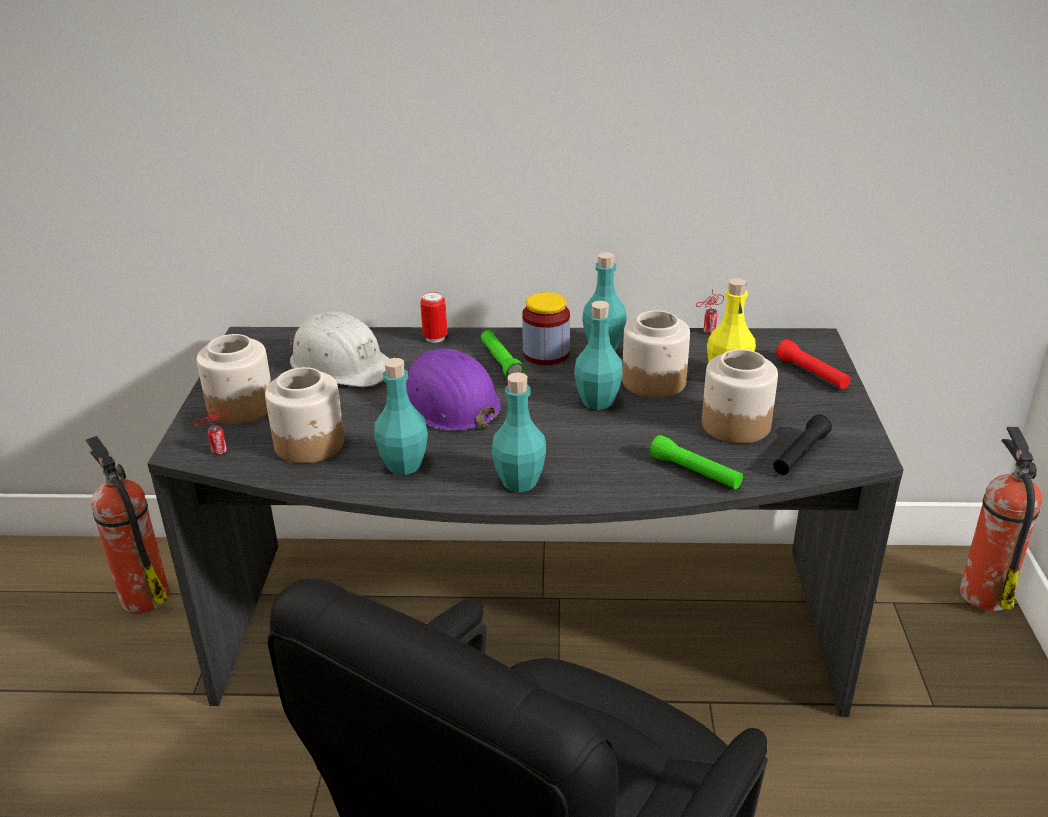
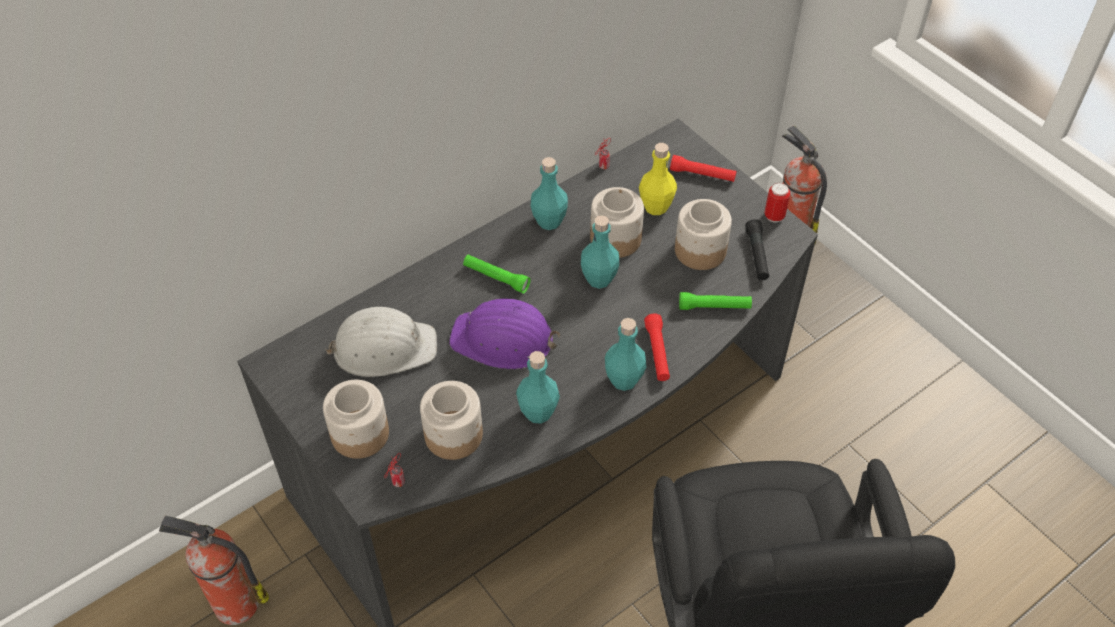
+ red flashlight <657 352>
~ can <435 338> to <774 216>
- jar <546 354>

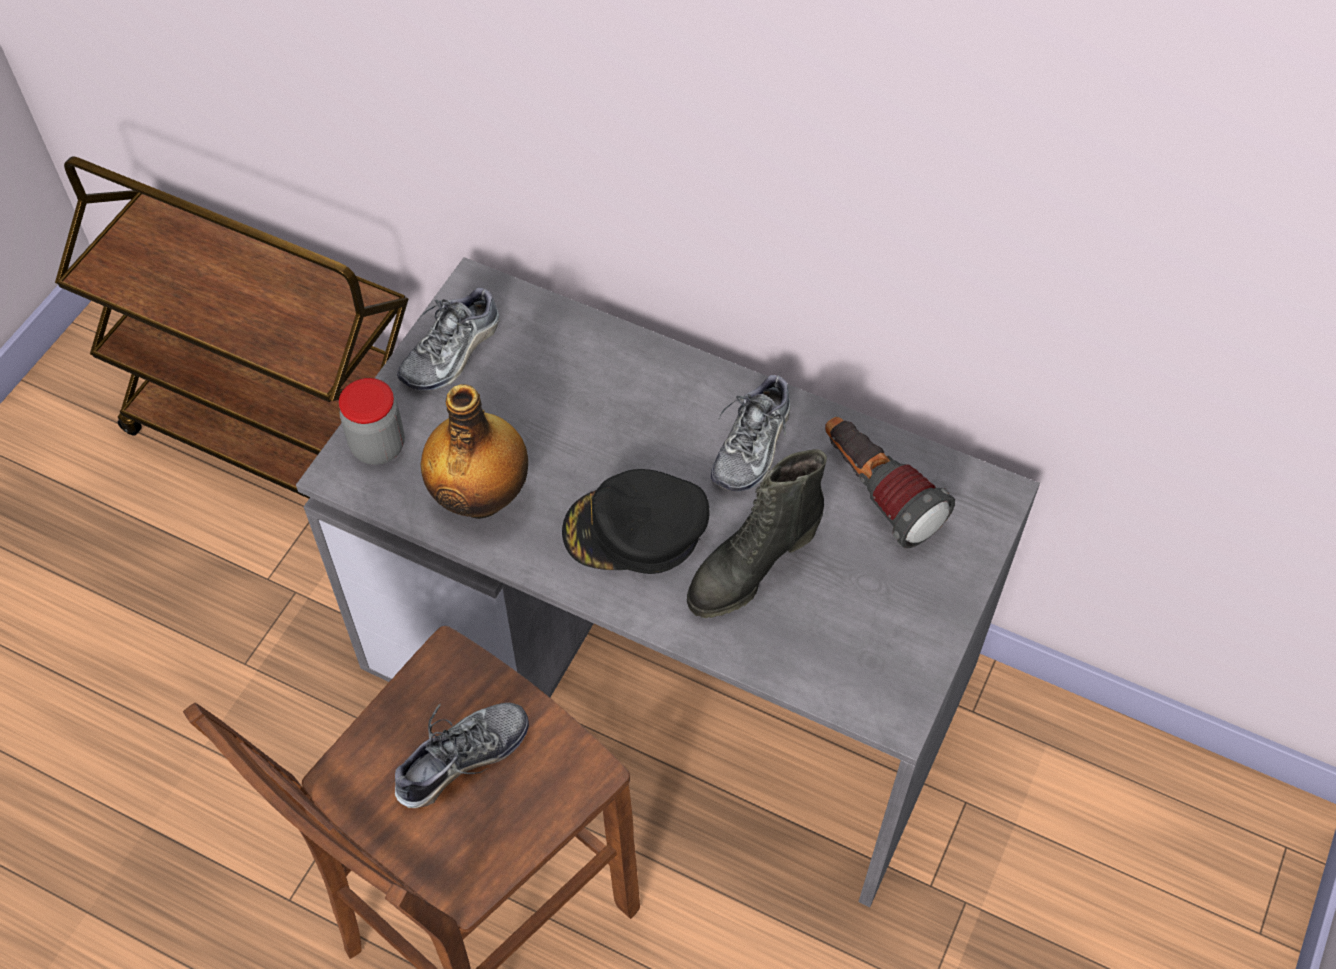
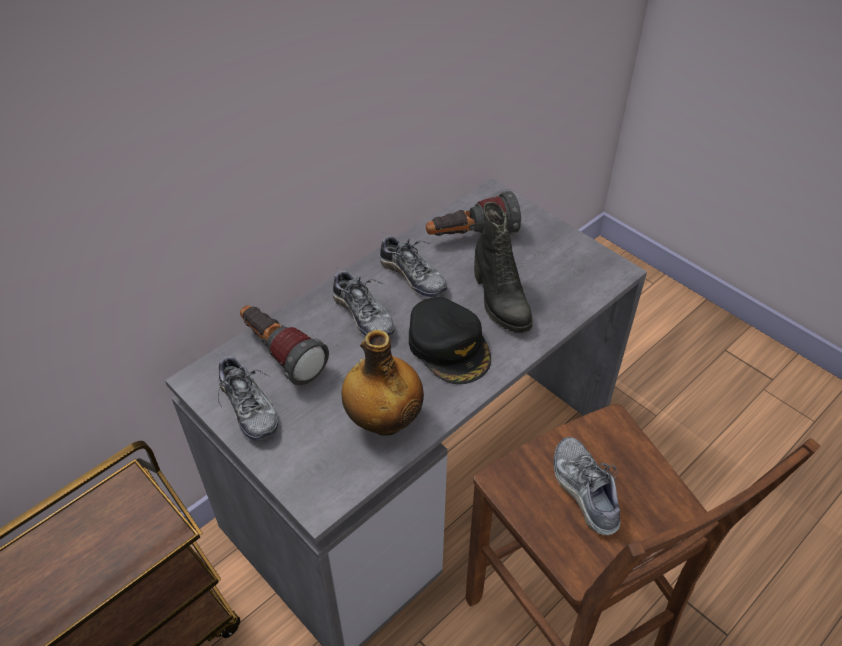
+ flashlight <281 354>
+ shoe <363 315>
~ black cap <635 530> = <449 346> 45 degrees counterclockwise
- jar <378 446>

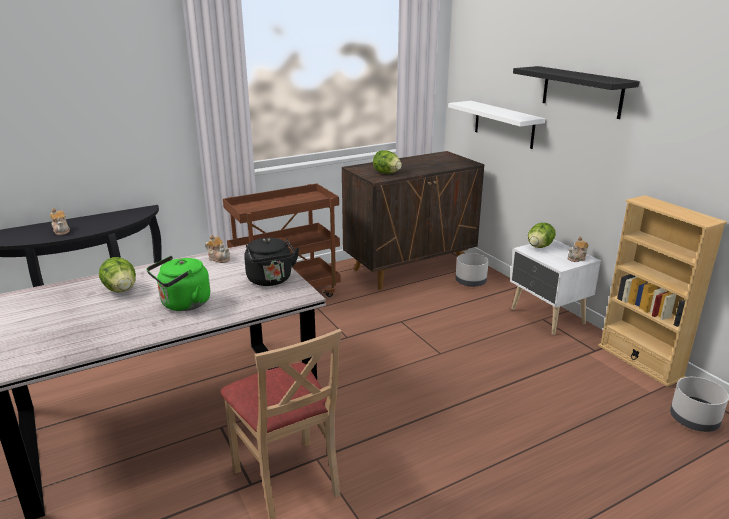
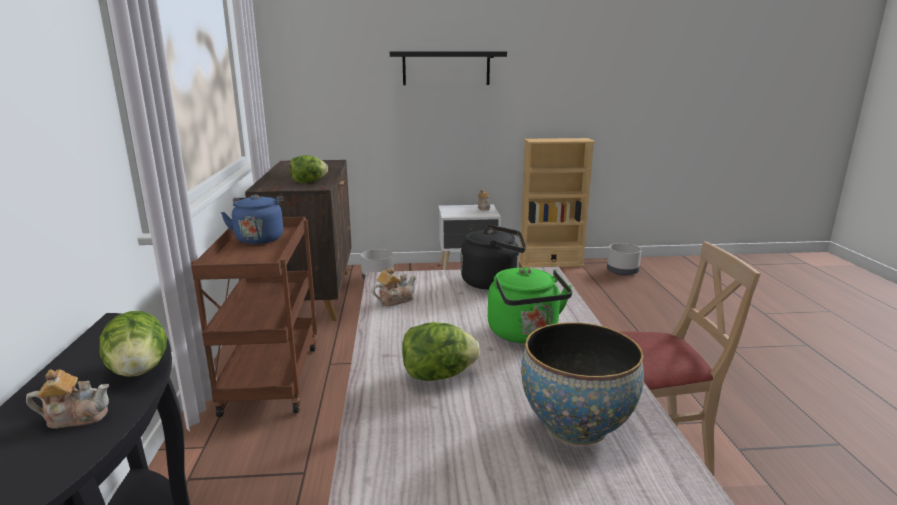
~ lettuce <539 247> to <139 370>
+ blue kettle <259 238>
+ bowl <576 425>
- white shelf <504 124>

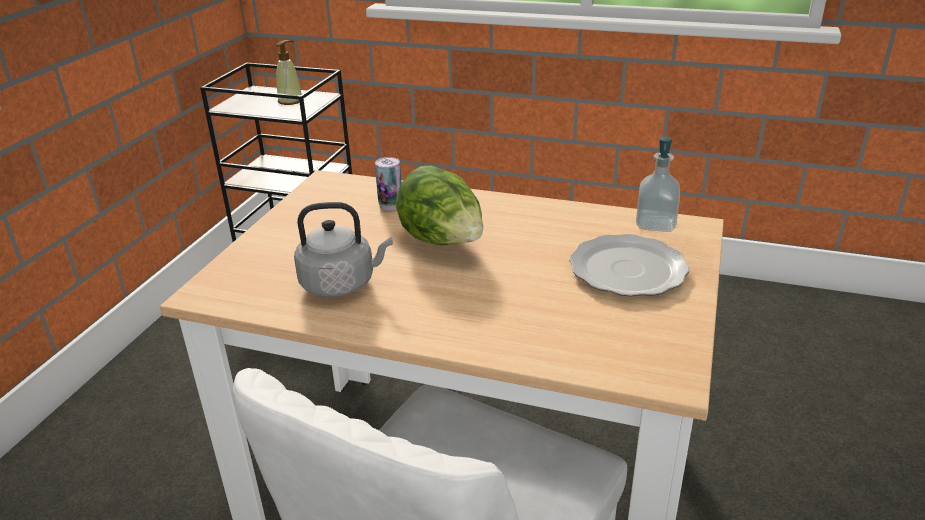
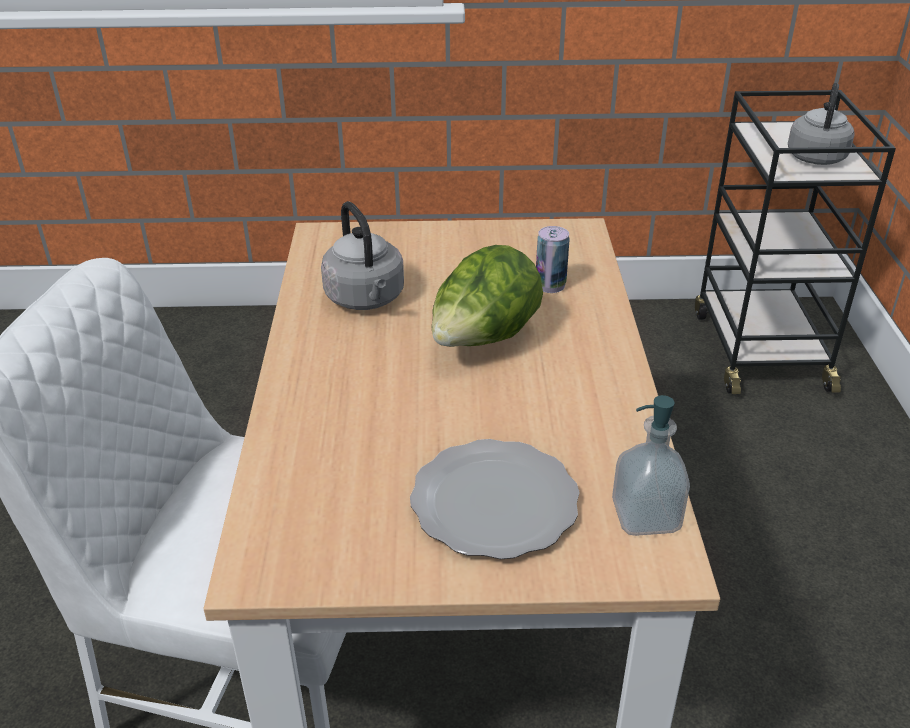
~ soap dispenser <290 101> to grey kettle <816 156>

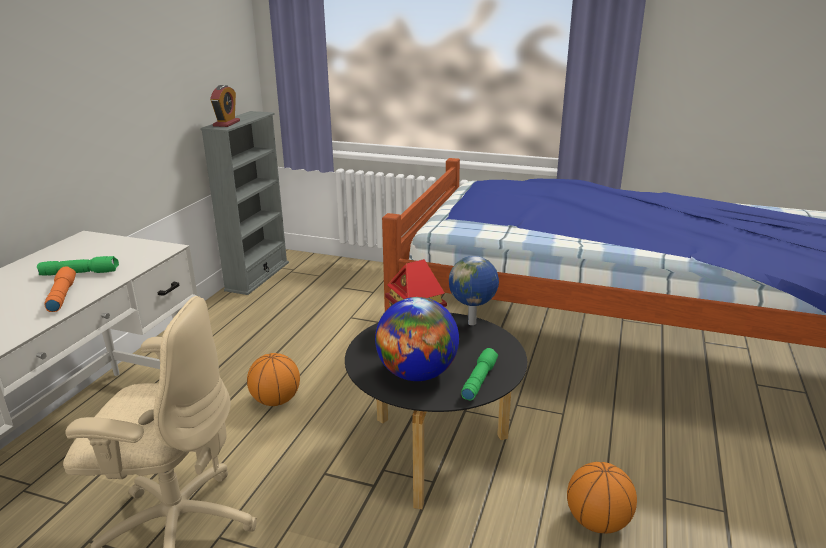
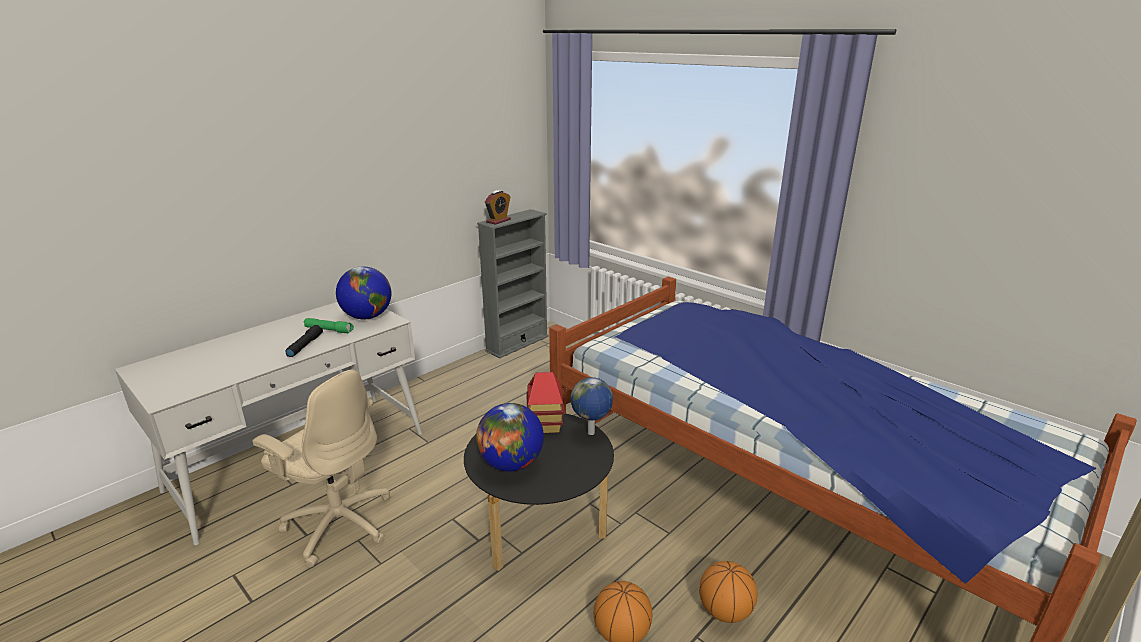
~ orange flashlight <61 296> to black flashlight <305 345>
+ globe <367 317>
~ basketball <276 400> to <724 611>
- green flashlight <478 380>

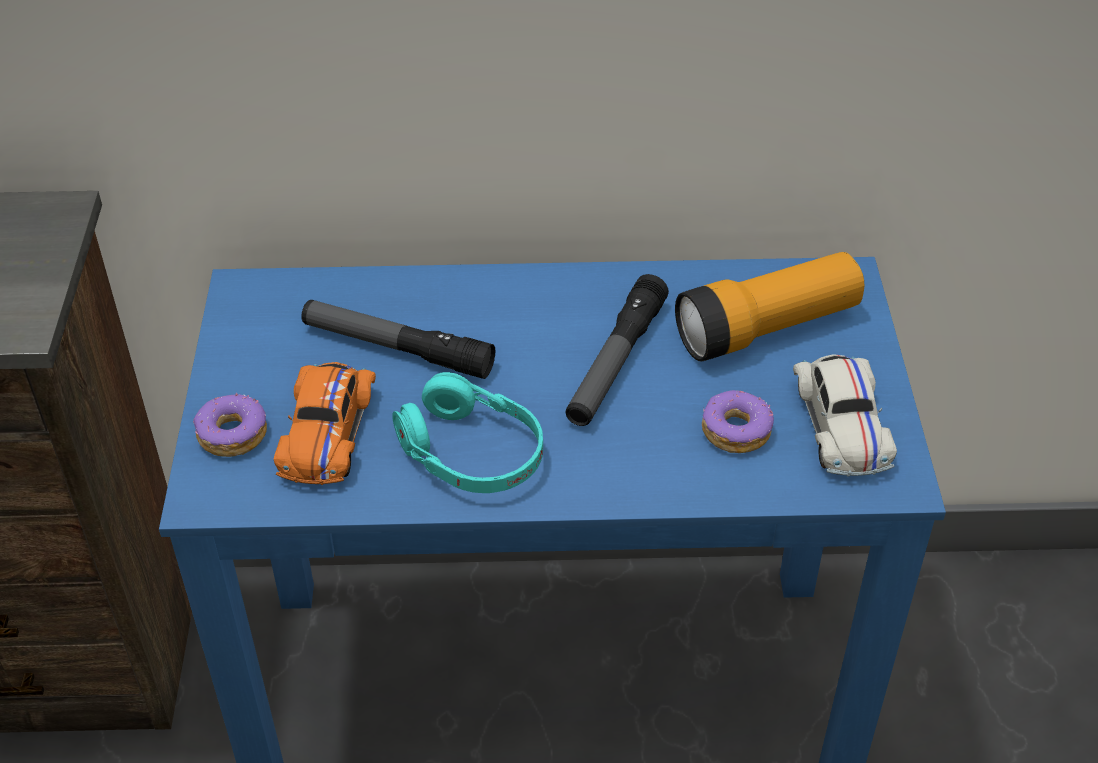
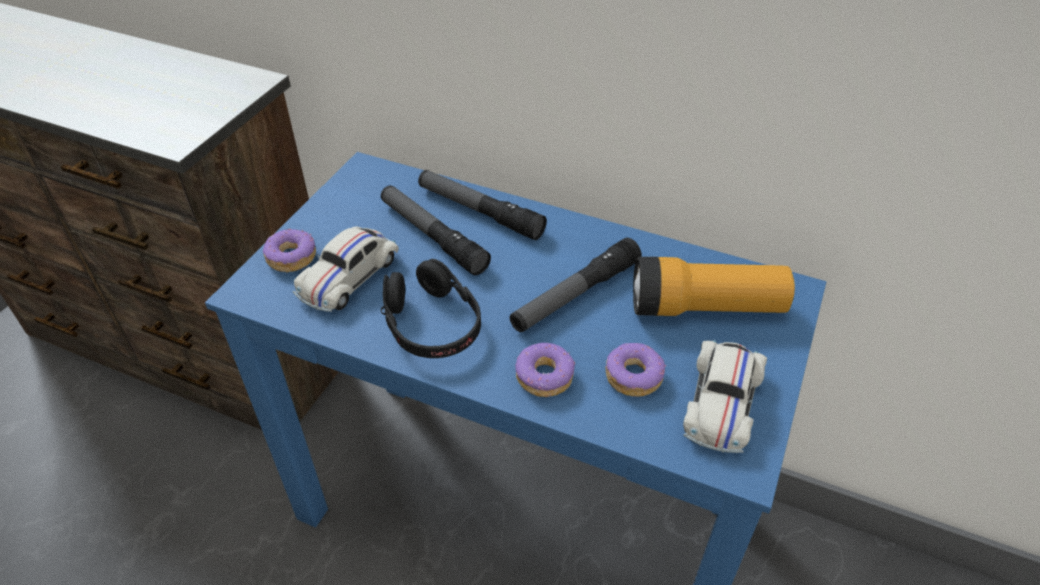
~ orange toy car <327 433> to white toy car <349 277>
~ turquoise headphones <470 453> to black headphones <431 324>
+ flashlight <479 212>
+ donut <545 376>

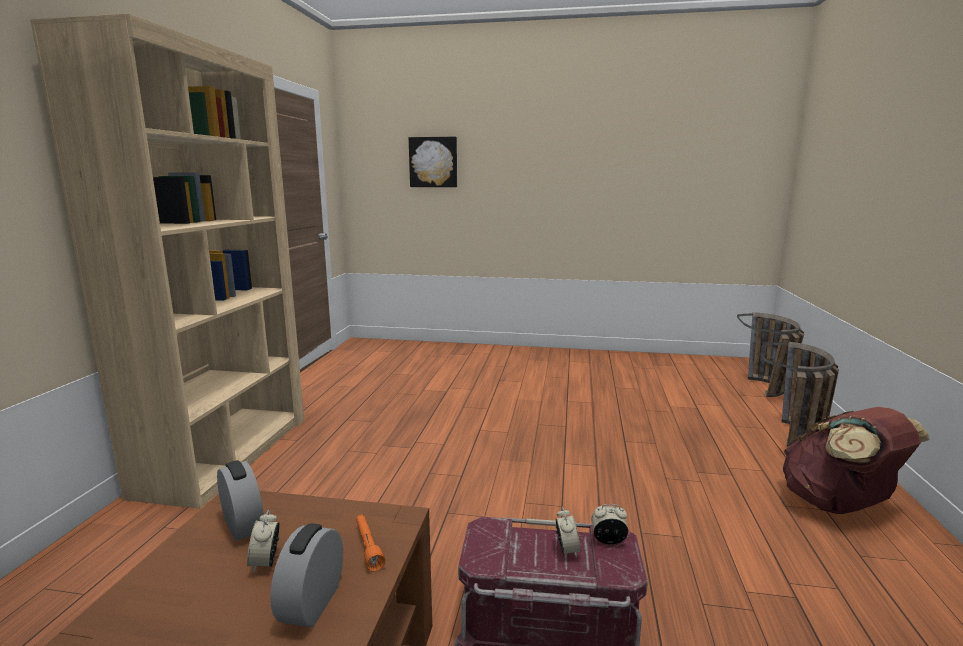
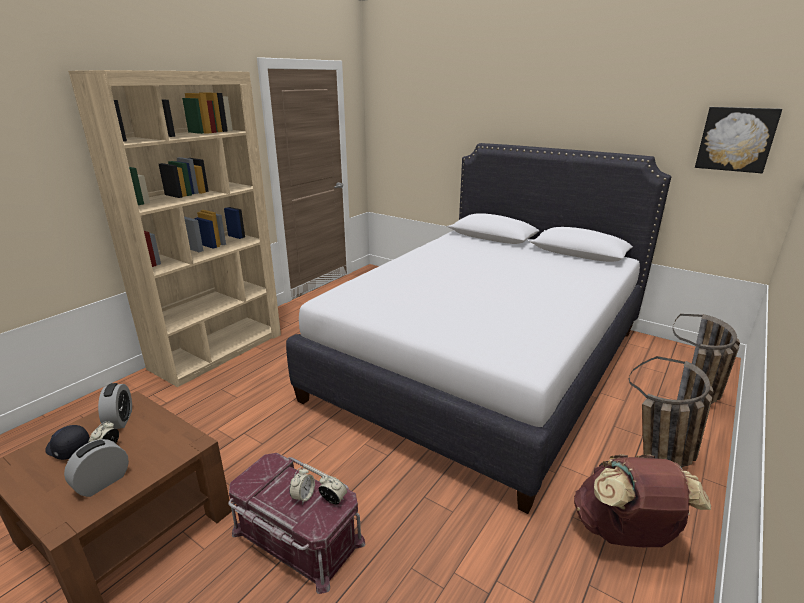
+ black cap <68 449>
+ white bed <482 363>
~ picture <433 162> to <736 139>
- orange flashlight <368 547>

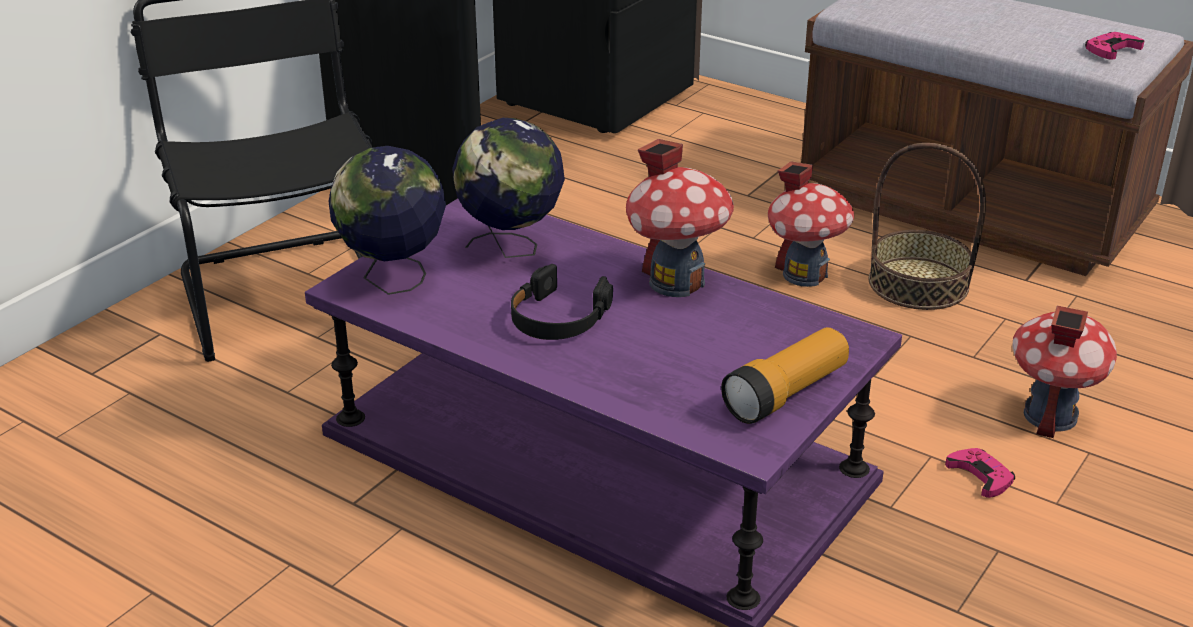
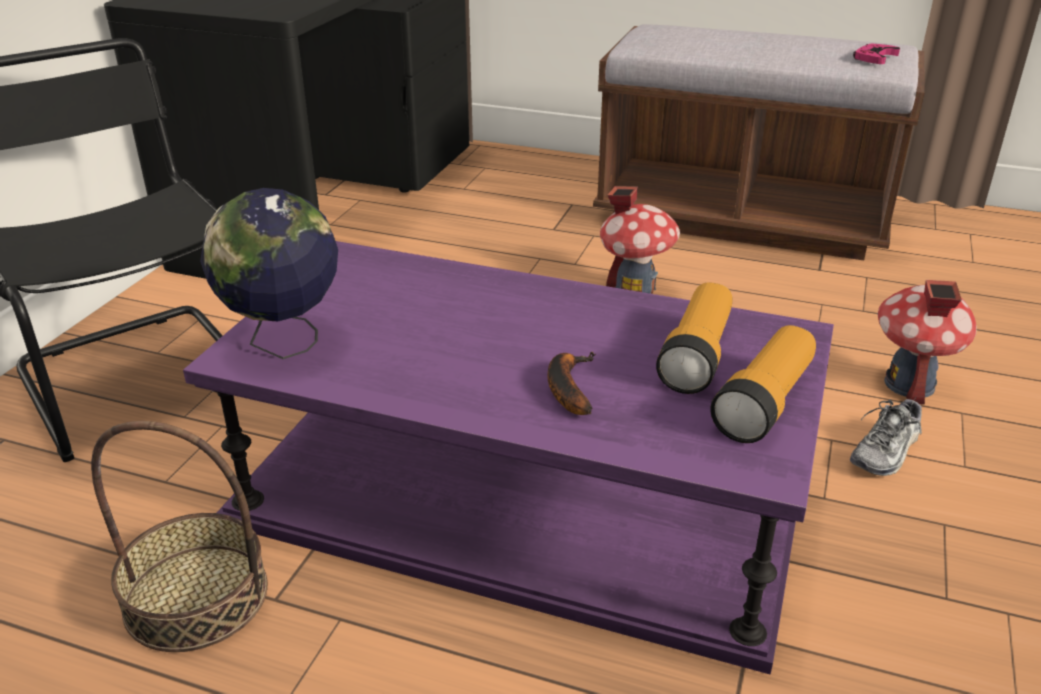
~ basket <918 283> to <196 596>
+ banana <567 387>
+ flashlight <696 356>
~ pink game controller <980 476> to shoe <885 451>
- globe <511 249>
- black headphones <558 318>
- toy house <676 282>

